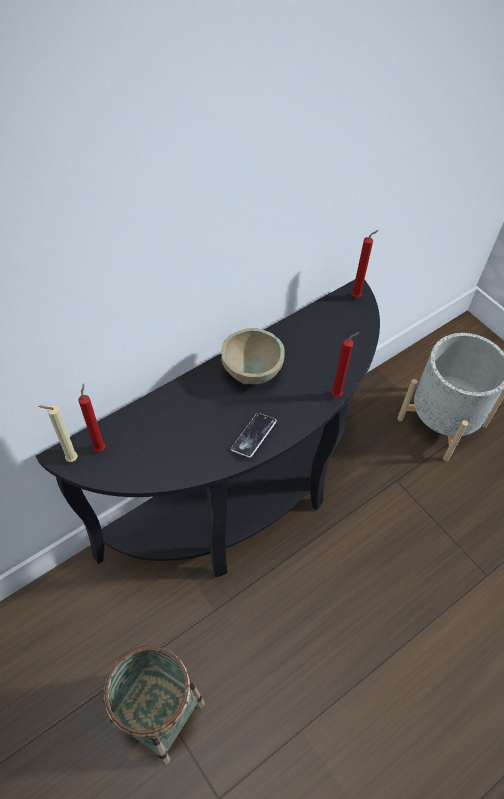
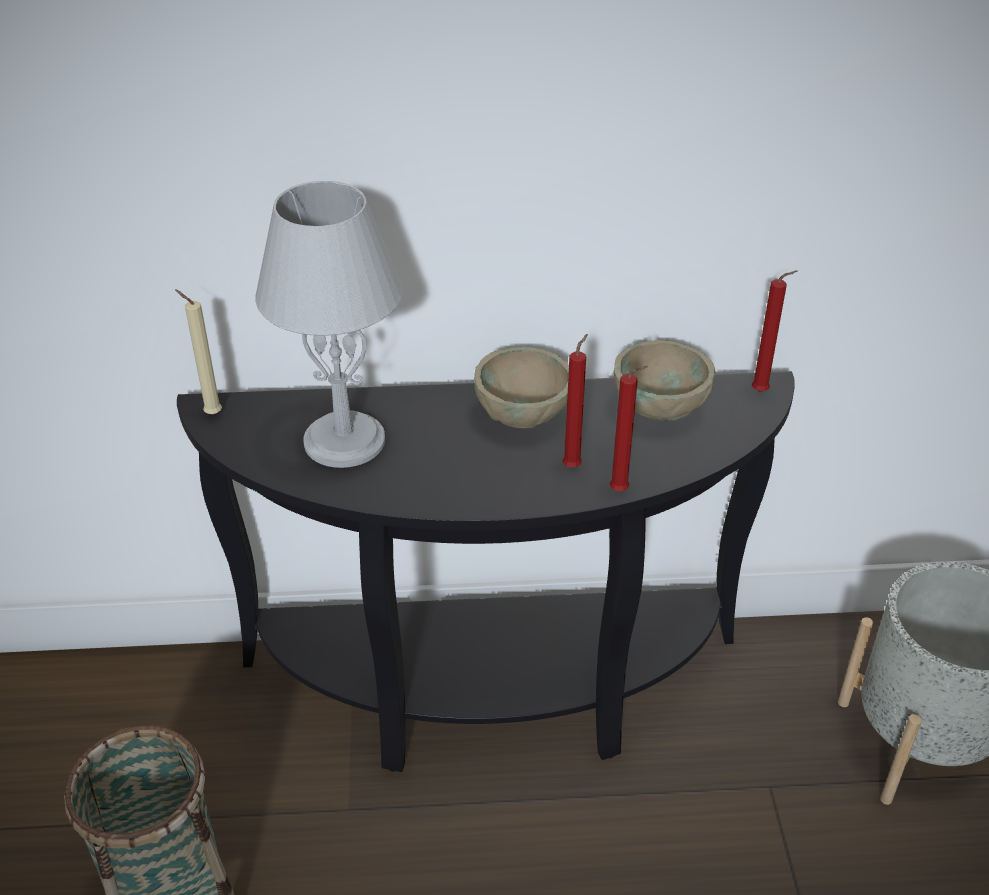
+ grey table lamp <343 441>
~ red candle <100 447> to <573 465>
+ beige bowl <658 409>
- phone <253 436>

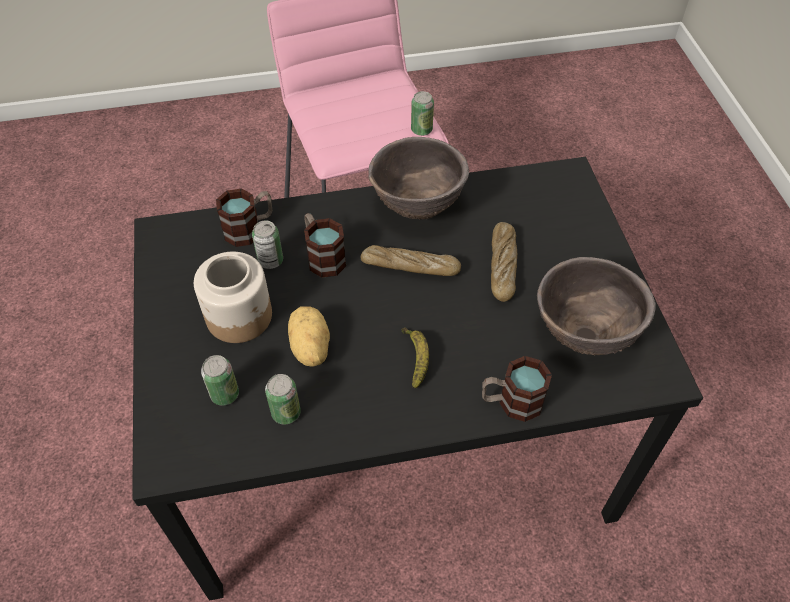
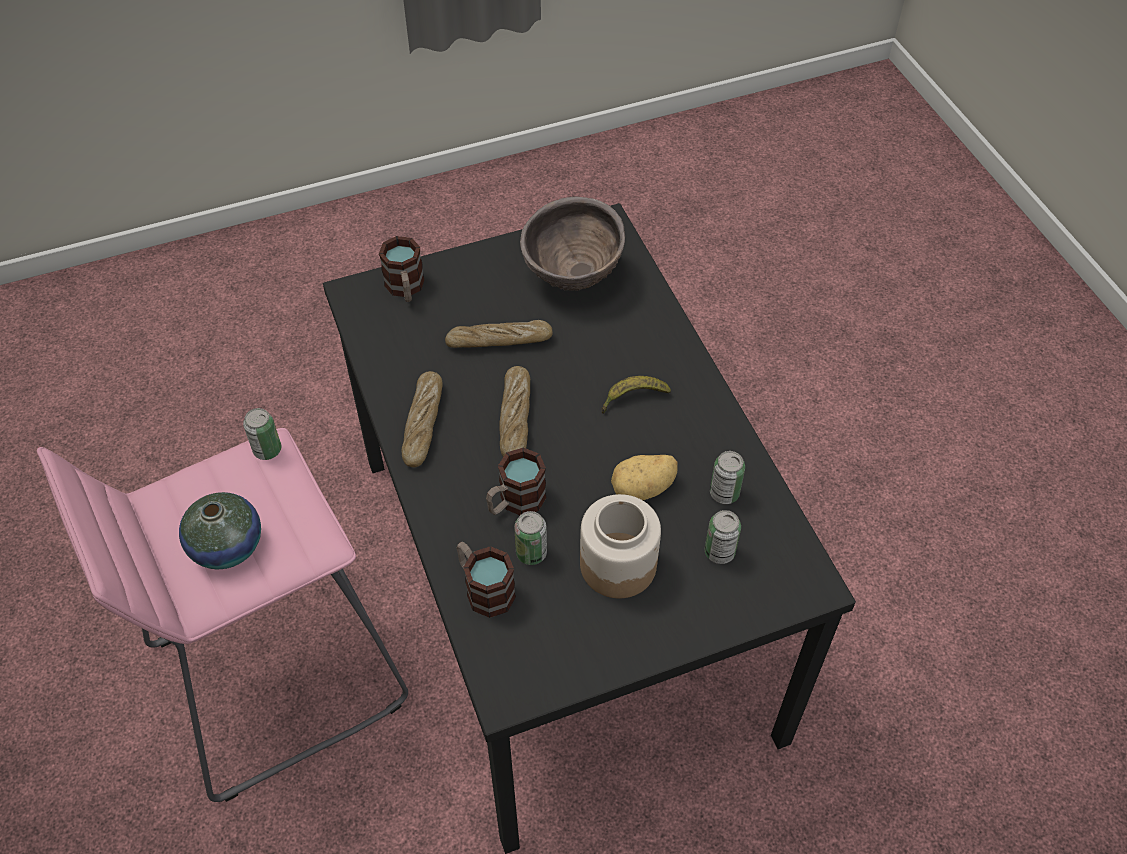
+ vase <227 546>
~ mug <511 402> to <405 289>
~ brown bowl <417 207> to bread <423 424>

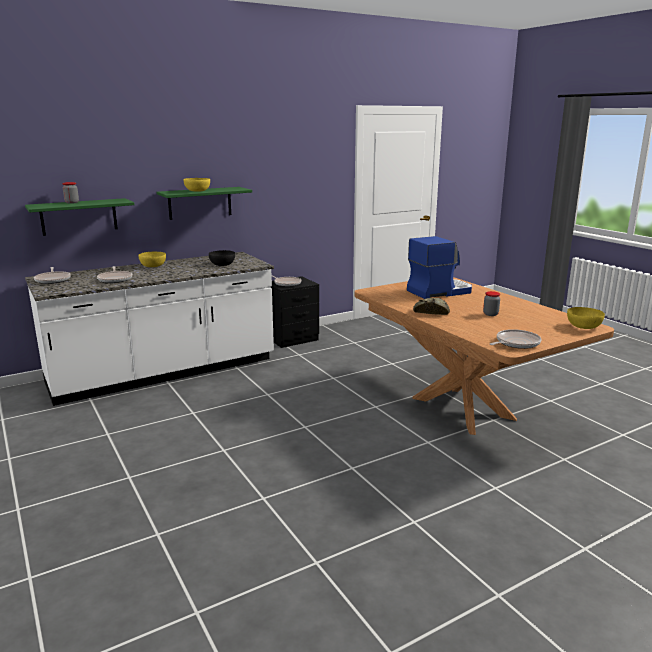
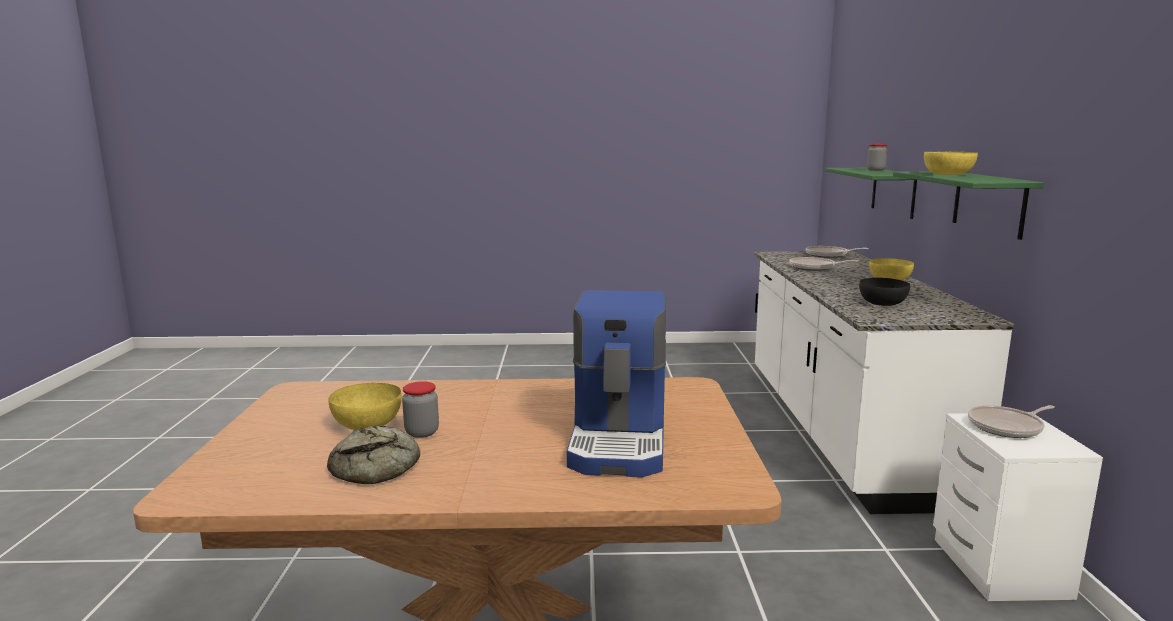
~ bread <431 311> to <379 466>
~ yellow bowl <583 326> to <368 423>
~ black nightstand <293 339> to white nightstand <999 569>
- frying pan <516 343>

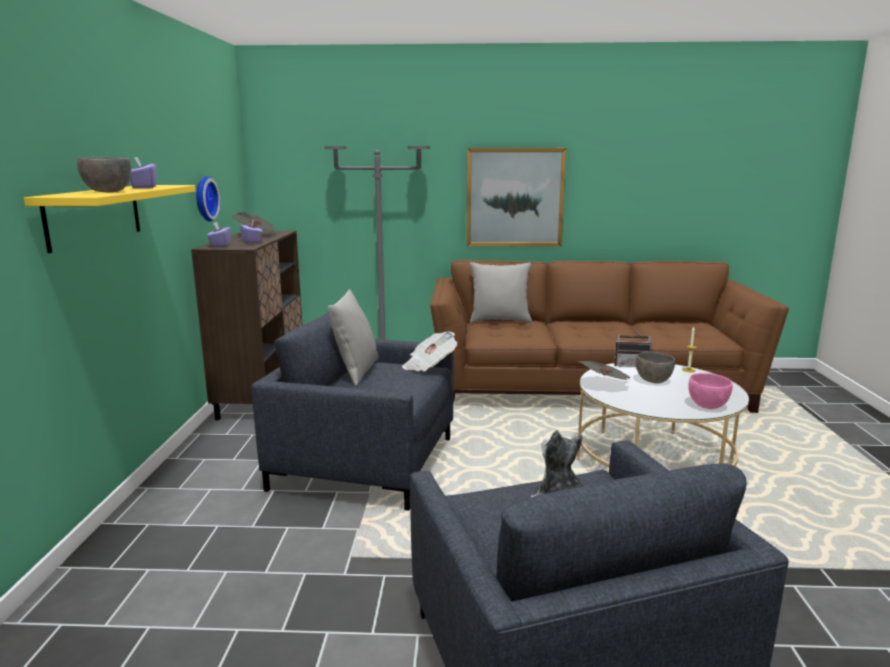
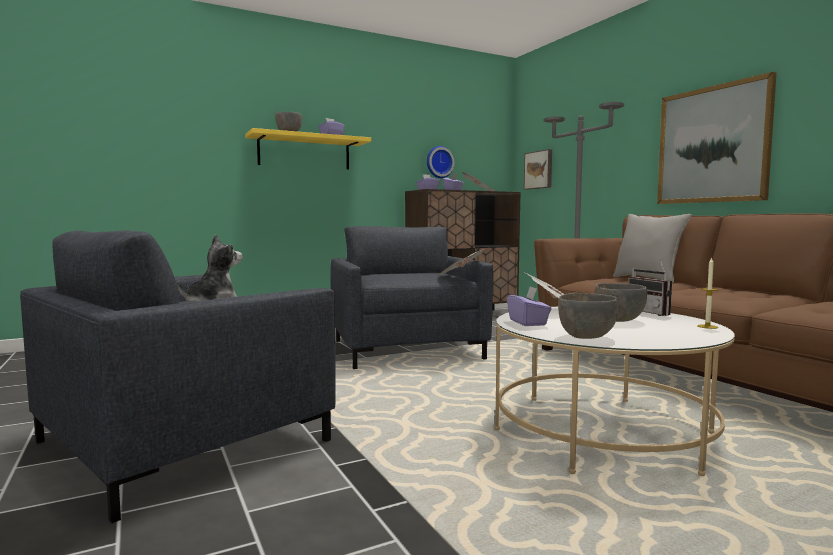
+ purple tissue box <528 322>
+ picture <539 170>
~ pink bowl <707 405> to grey bowl <586 337>
- grey pillow <356 371>

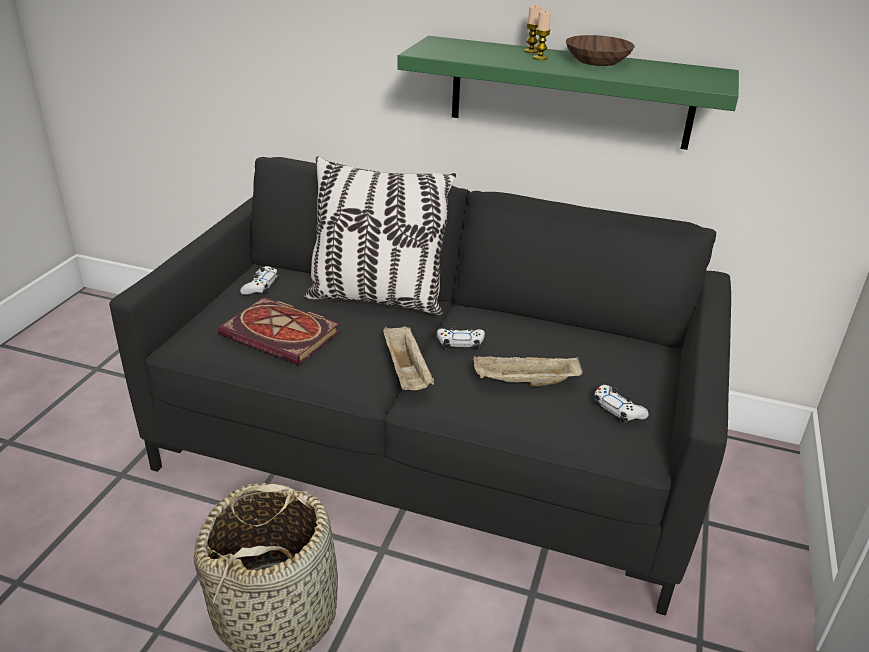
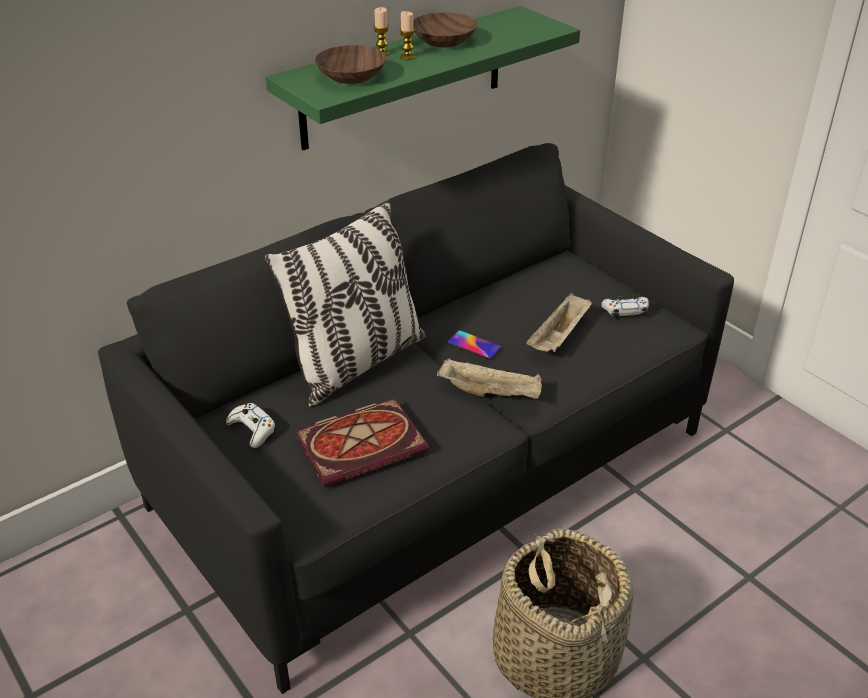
+ brown bowl <351 77>
~ white game controller <460 342> to phone <474 345>

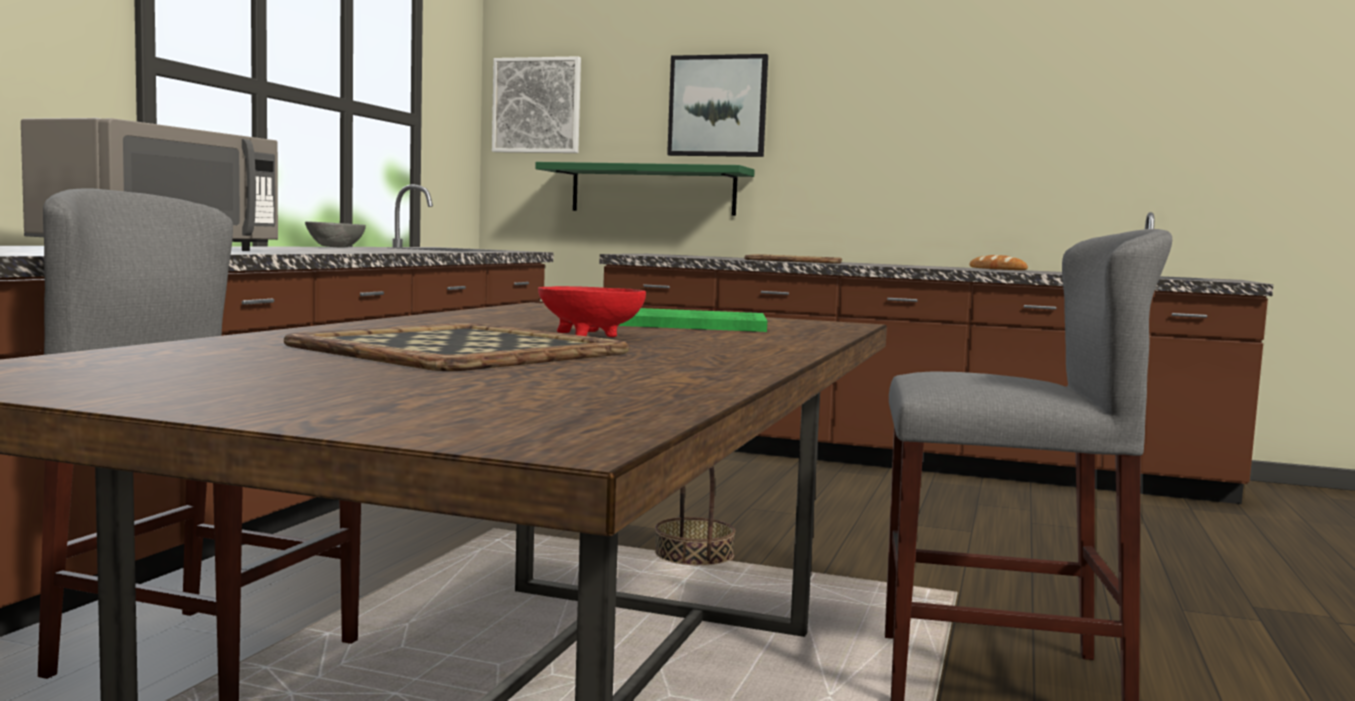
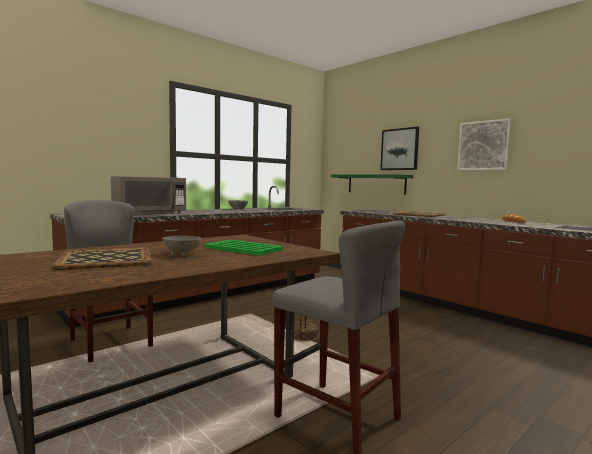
~ red bowl <593 335> to grey bowl <182 254>
~ picture <537 105> to <483 145>

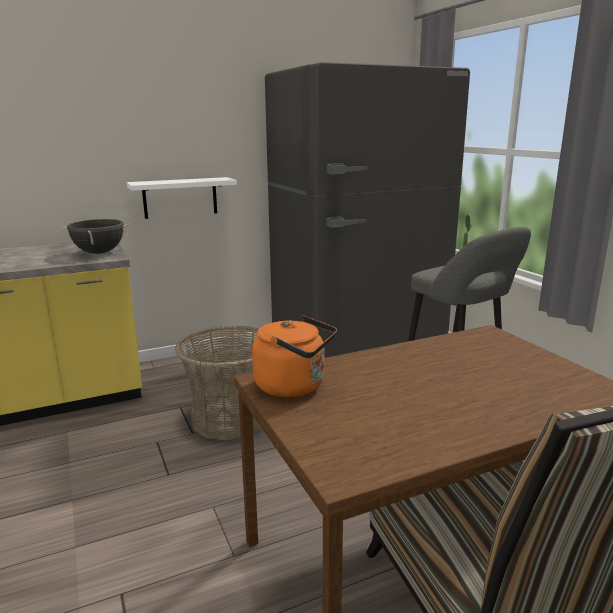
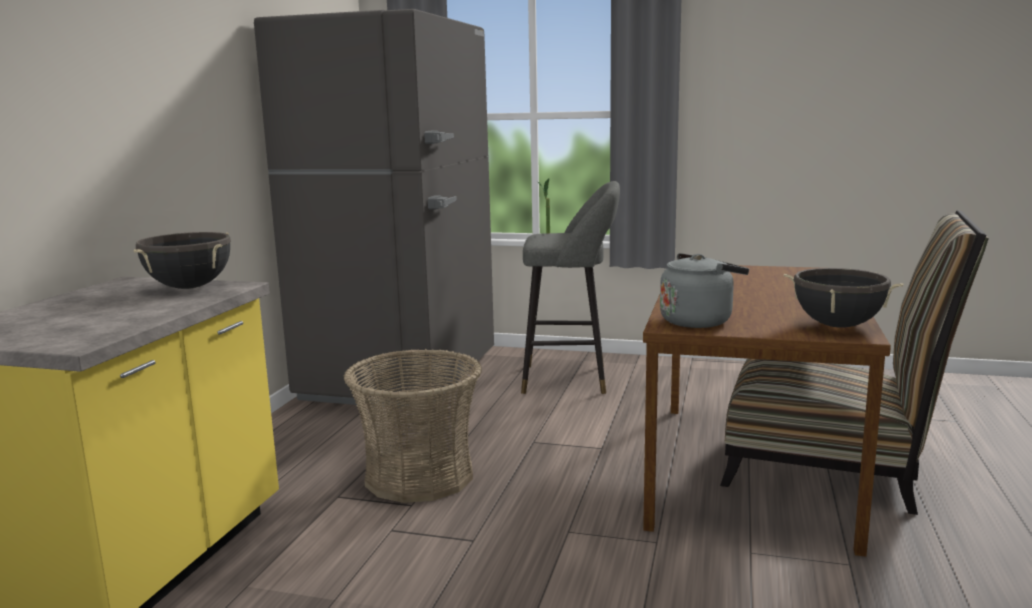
~ orange kettle <294 386> to grey kettle <699 321>
+ black cooking pot <837 326>
- white shelf <180 197>

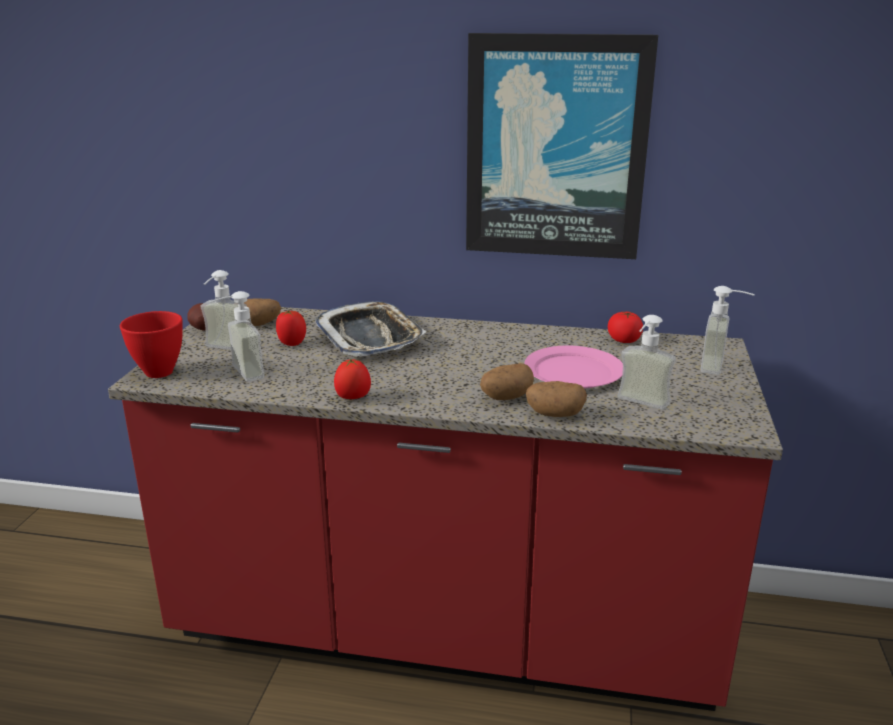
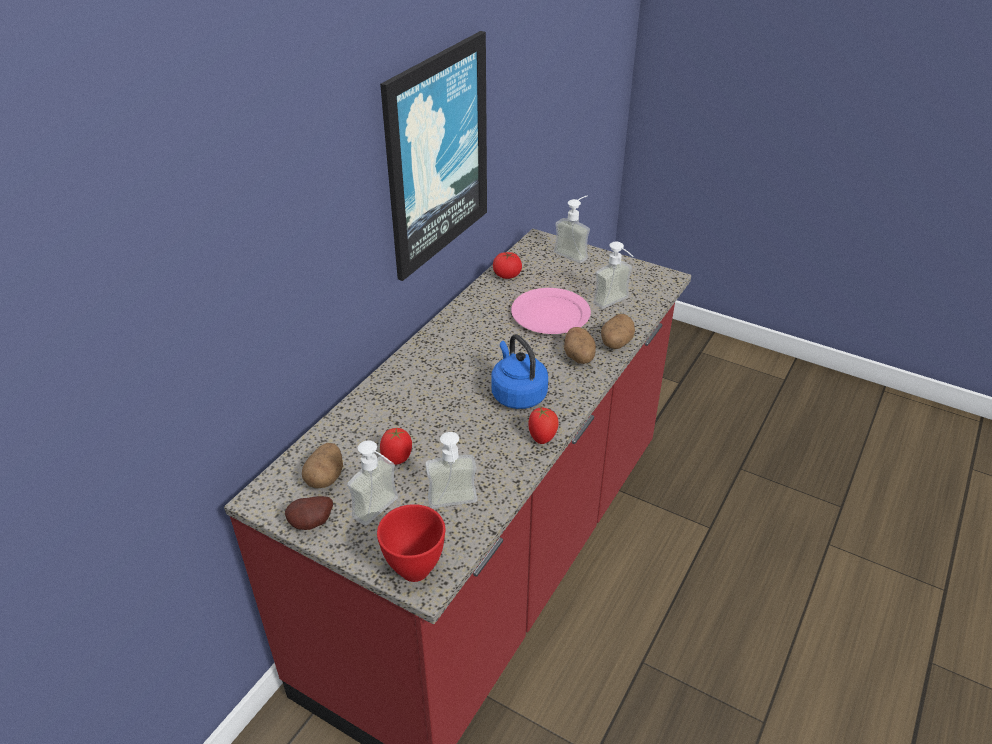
+ blue kettle <517 394>
- tray <370 337>

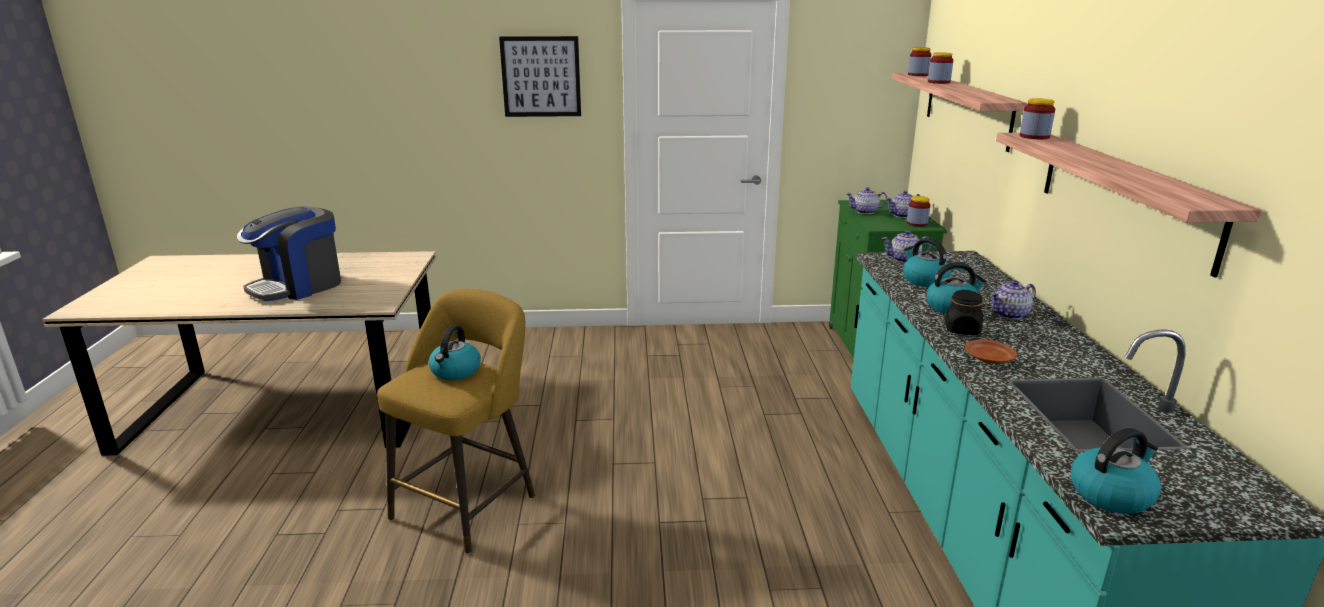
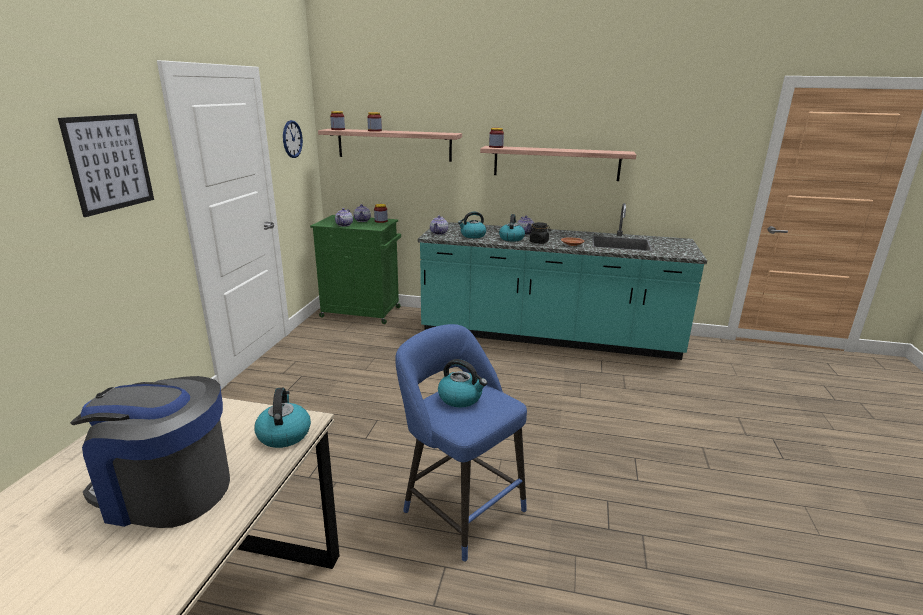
~ coffee machine <298 286> = <166 491> 135 degrees clockwise
~ kettle <1111 494> to <284 434>
+ wall clock <292 139>
~ yellow stool <469 503> to blue stool <459 507>

